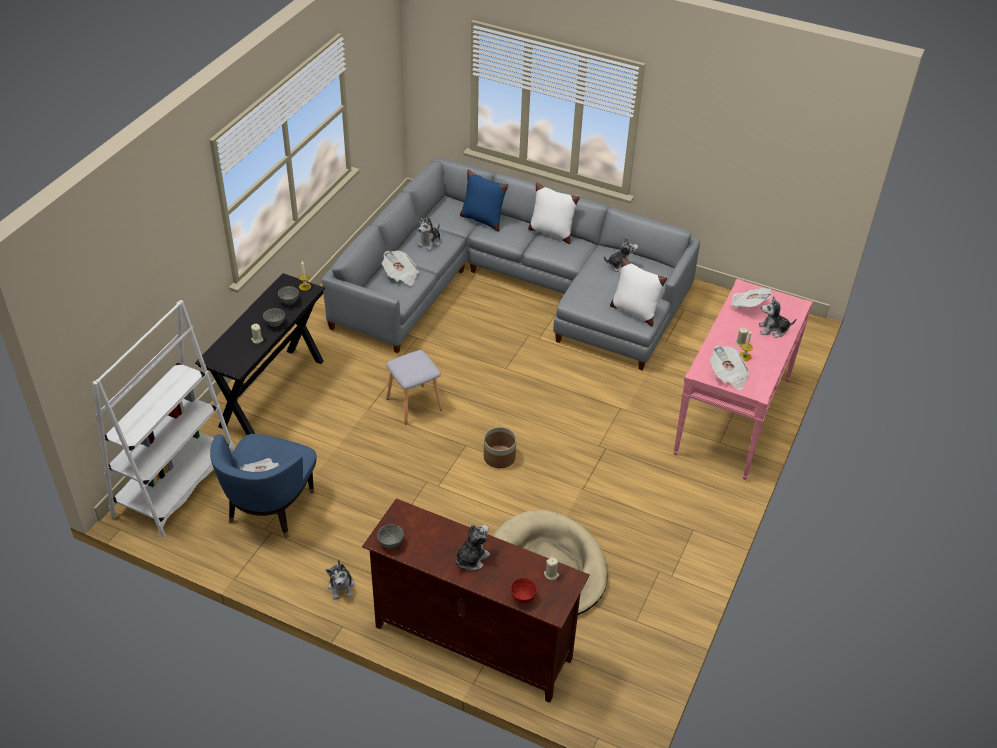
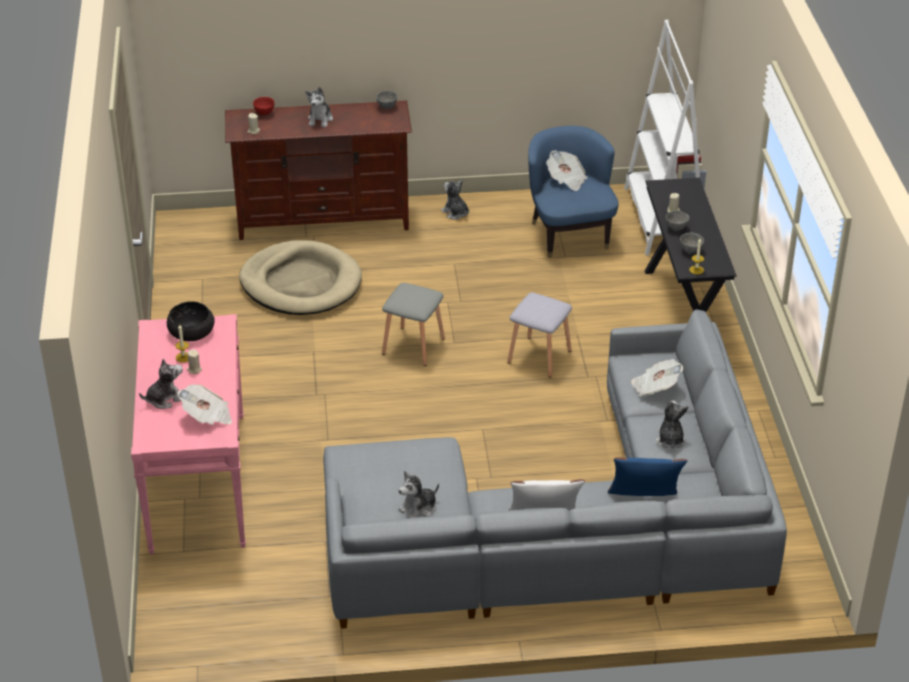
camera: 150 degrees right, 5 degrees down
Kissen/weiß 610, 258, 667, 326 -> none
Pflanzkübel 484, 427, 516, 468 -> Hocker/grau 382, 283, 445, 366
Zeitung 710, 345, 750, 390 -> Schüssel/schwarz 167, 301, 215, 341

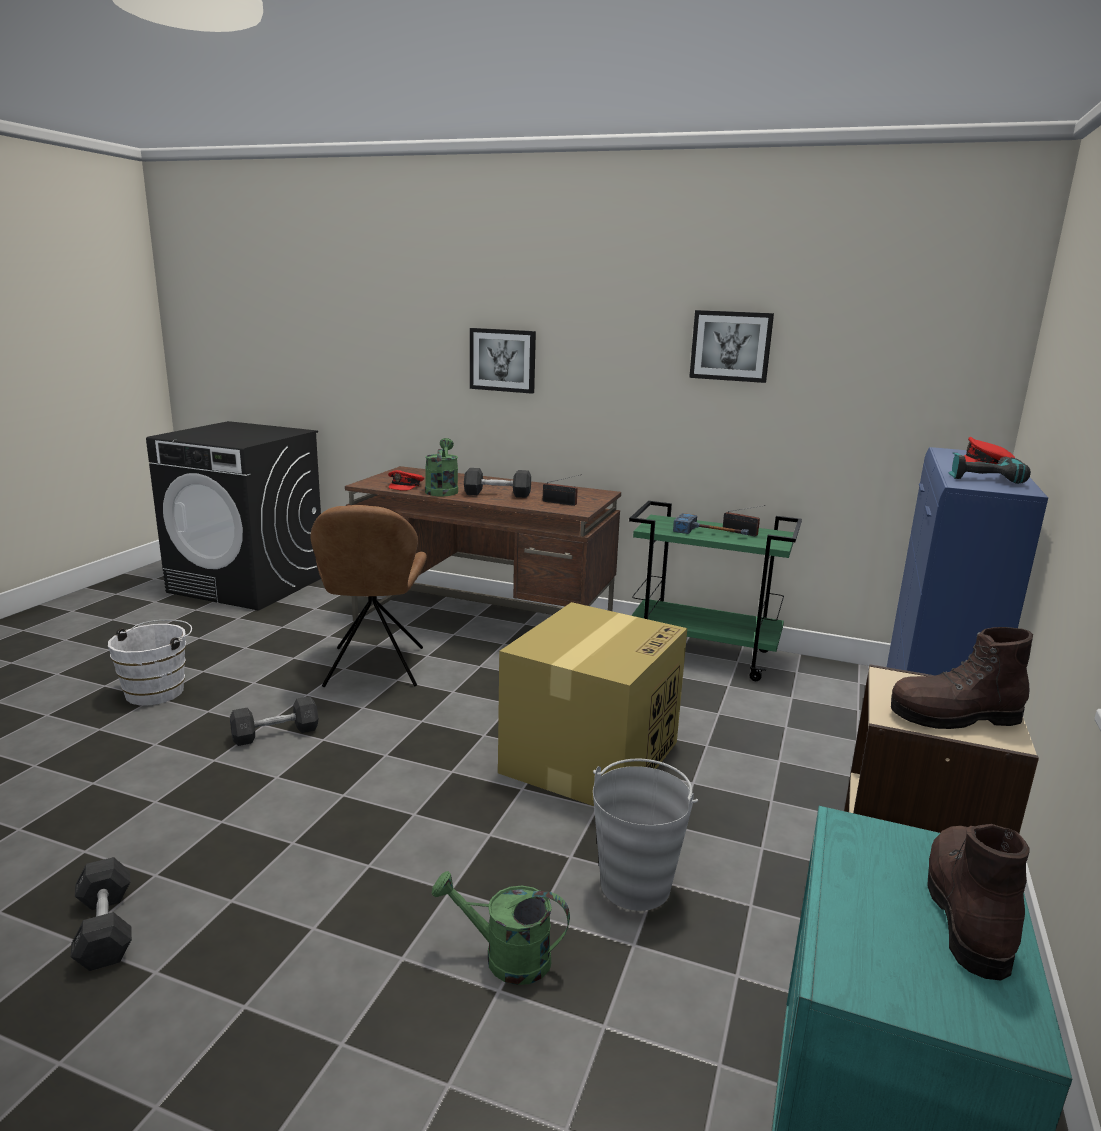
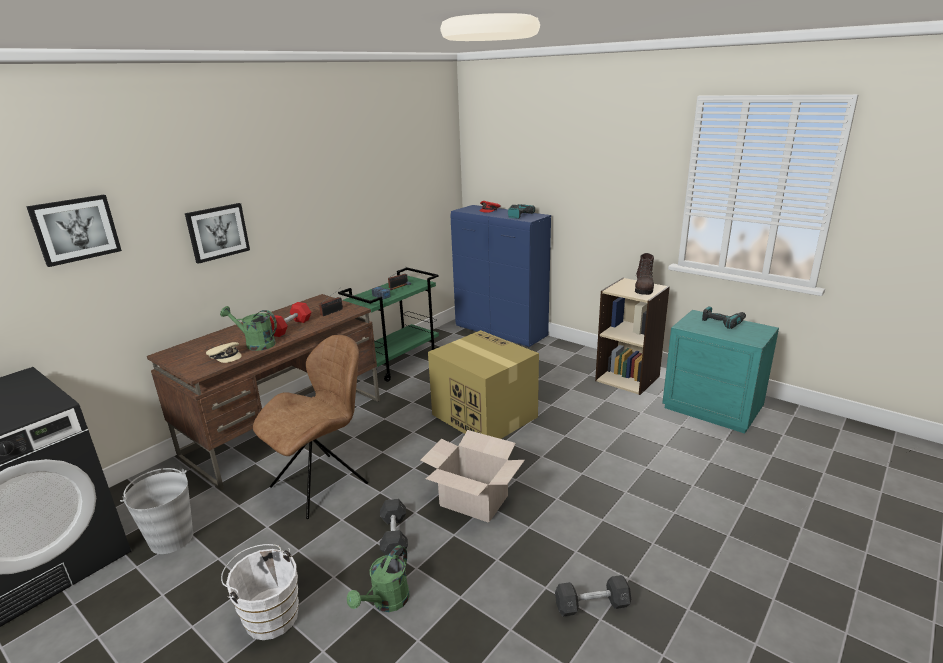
camera: 70 degrees left, 5 degrees up
none -> Karton 420, 430, 525, 523
Gießkanne/grün 432, 871, 570, 985 -> Gießkanne/grün 347, 545, 410, 612, moved
Eimer/grau 593, 759, 698, 911 -> Eimer/grau 120, 468, 193, 554, moved
Bild 689, 310, 774, 383 -> Bild 26, 195, 122, 267, moved
Stiefel/braun 927, 824, 1029, 980 -> Bohrmaschine 702, 306, 746, 329
Kappe/rot 388, 470, 424, 491 -> Kappe/beige 206, 342, 242, 363
Hantel/grau 464, 468, 531, 498 -> Hantel/rot 270, 302, 311, 337
Stuhl/braun 310, 505, 427, 687 -> Stuhl/braun 253, 335, 368, 519, 60 degrees counterclockwise

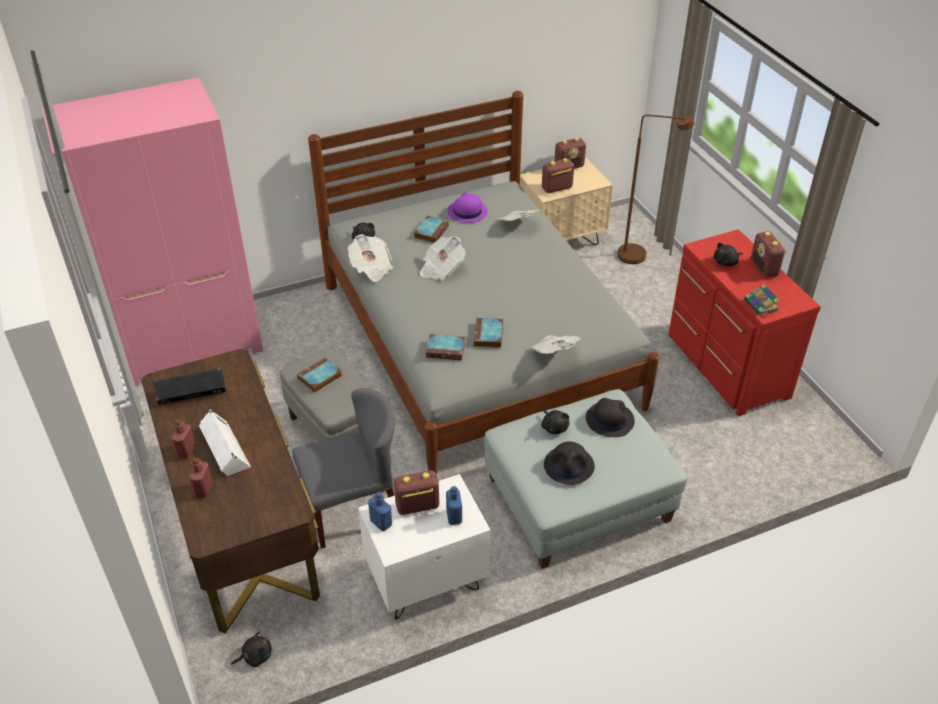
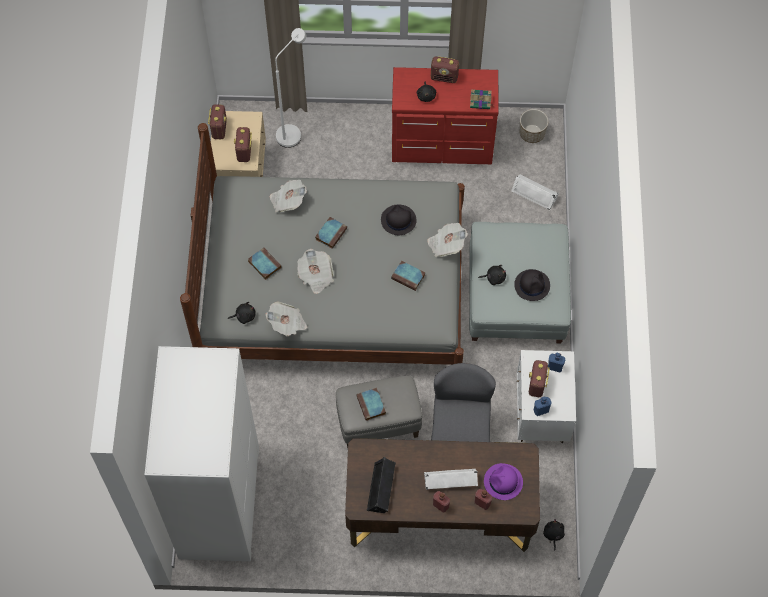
camera: 65 degrees left, 20 degrees up
none -> Lautsprecher/weiß 511, 174, 559, 210
none -> Pflanzkübel 520, 109, 548, 143
Buch 426, 334, 465, 360 -> Buch 315, 217, 347, 249, moved
Hut/lila 447, 192, 488, 223 -> Hut/lila 484, 463, 523, 500, moved
Hut/schwarz 586, 398, 635, 437 -> Hut/schwarz 381, 204, 416, 235, moved
Kleiderschrank/rosa 42, 77, 263, 386 -> Kleiderschrank/weiß 144, 346, 259, 561
Stehlampe/braun 618, 115, 695, 264 -> Stehlampe/weiß 275, 28, 306, 148

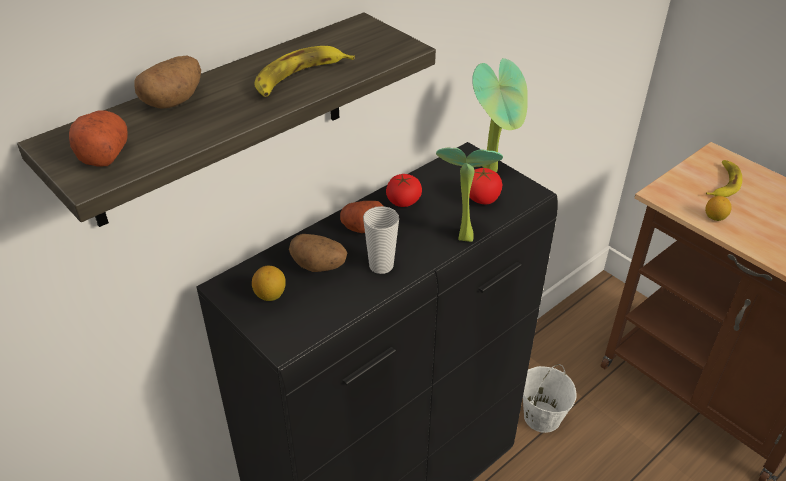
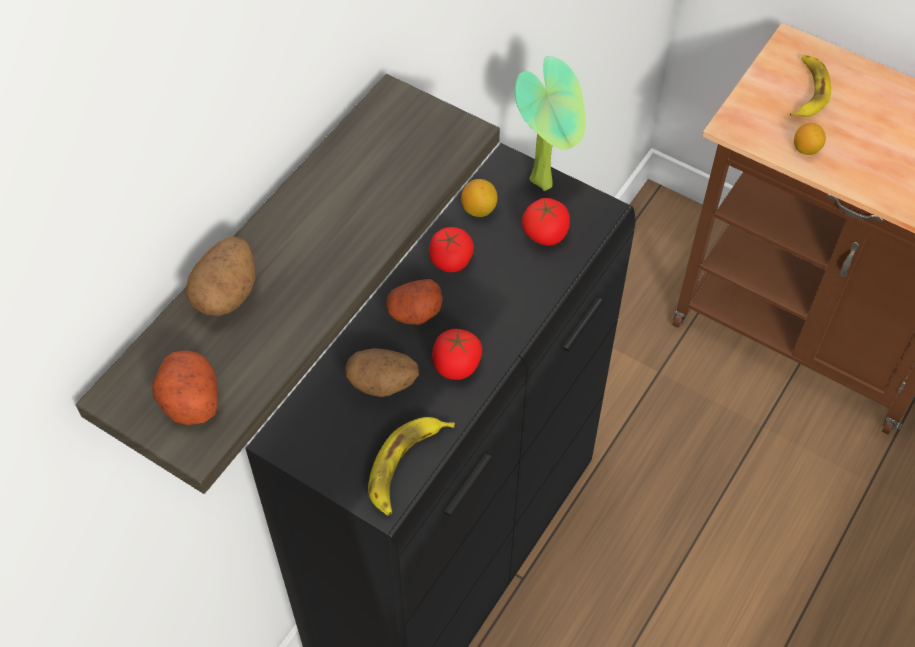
camera: 15 degrees left, 15 degrees up
Topfpflanze 436, 148, 503, 242 -> none
Eimer/weiß 523, 364, 577, 433 -> none
Zitrone 252, 266, 286, 301 -> Zitrone 461, 179, 498, 217, moved
Banane 254, 46, 355, 97 -> Banane 368, 417, 455, 516, moved
Tasse 363, 206, 399, 274 -> Tomate 432, 329, 482, 380

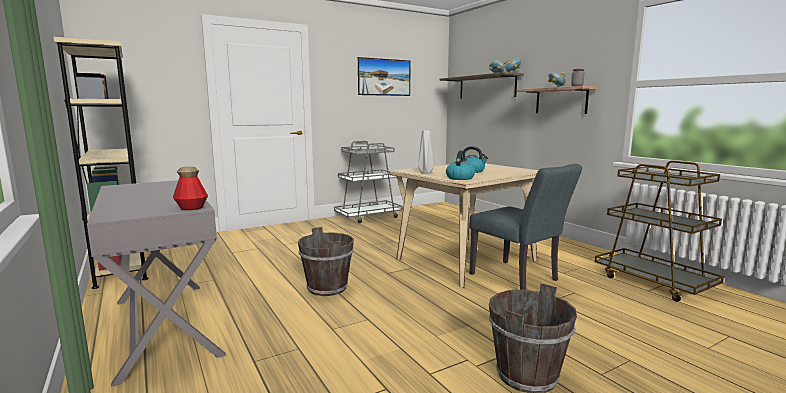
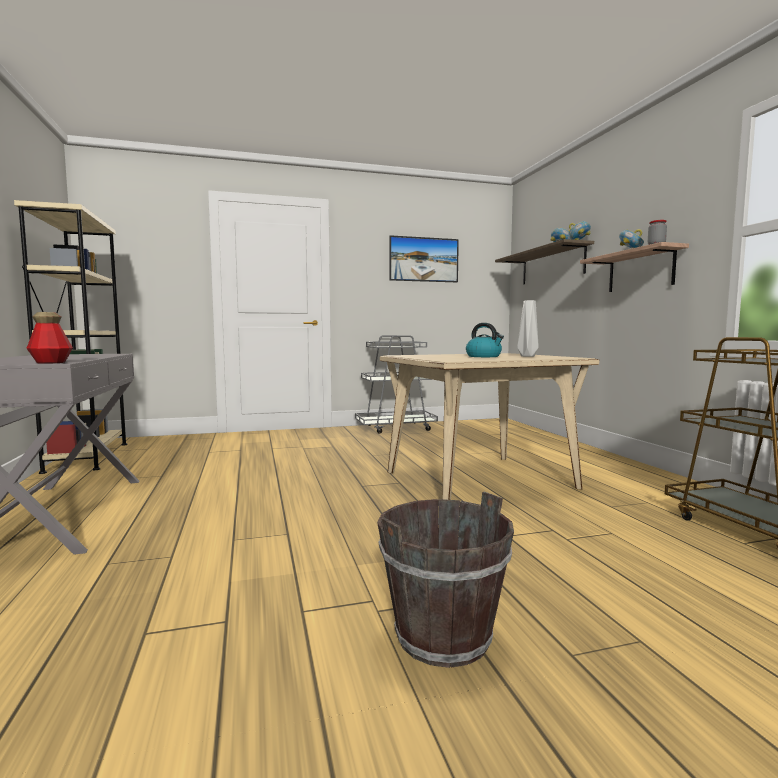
camera: 15 degrees right, 5 degrees down
Eimer/braun 298, 227, 354, 296 -> none
Wasserkessel 446, 150, 475, 180 -> none
Stuhl/grau 469, 164, 582, 294 -> none
Vase/grau 418, 130, 434, 174 -> Vase/grau 517, 300, 539, 357, moved

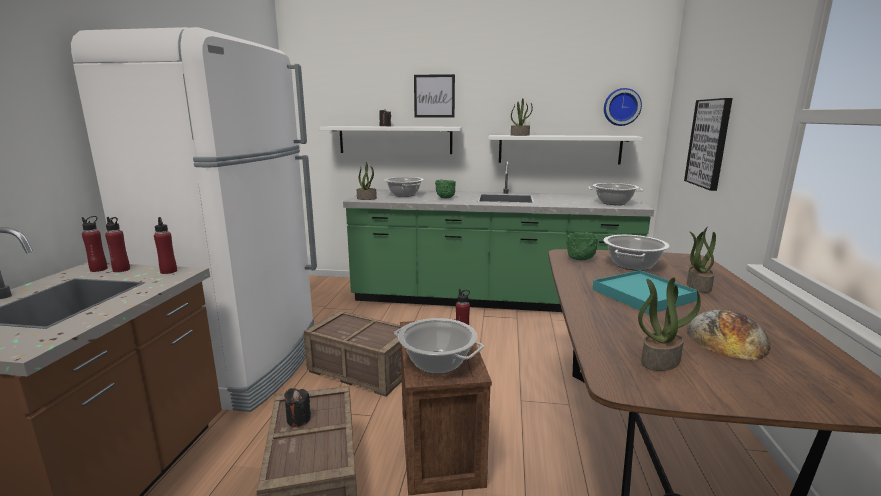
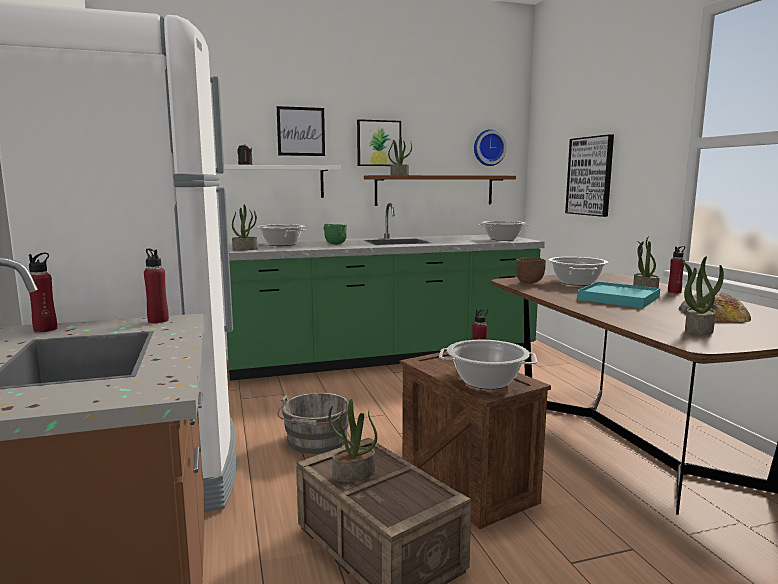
camera: 25 degrees left, 5 degrees down
none -> Bild 357, 119, 401, 166
Flasche/rot 105, 217, 130, 272 -> Flasche/rot 668, 246, 685, 293, moved
Kerze/schwarz 284, 388, 311, 427 -> Topfpflanze 328, 399, 377, 482
Kiste 304, 311, 402, 397 -> Eimer/grau 277, 392, 349, 454
Wandregal/weiß 488, 135, 643, 164 -> Wandregal/braun 364, 175, 516, 206
Schüssel/grün 566, 232, 598, 260 -> Schüssel/braun 516, 257, 546, 284

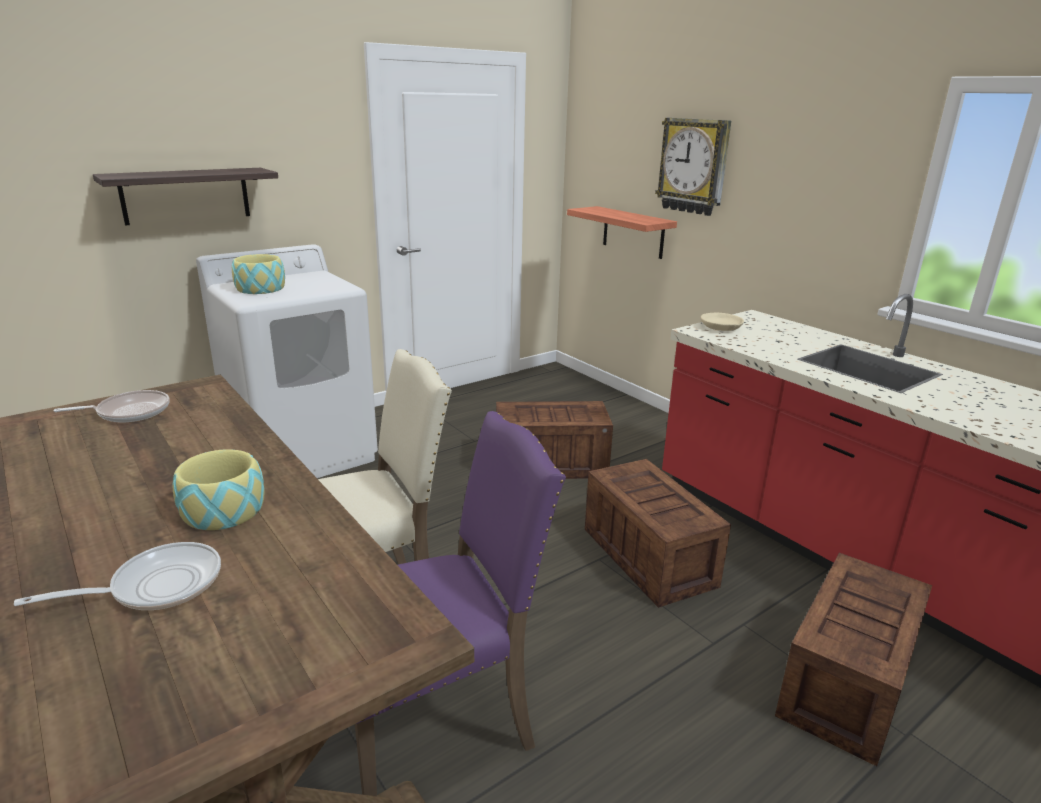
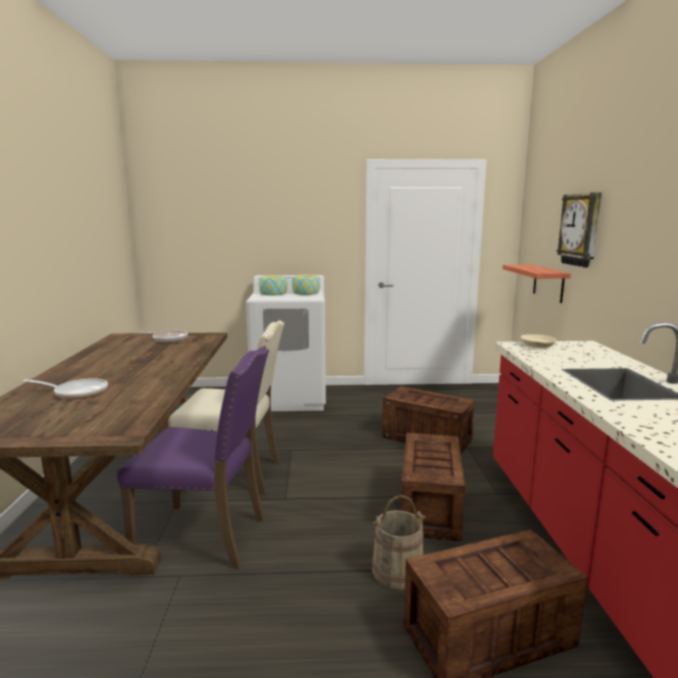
camera: 35 degrees right, 10 degrees down
Wandregal 93, 168, 278, 226 -> none
none -> Eimer/beige 372, 495, 426, 590
Schüssel 172, 449, 264, 530 -> Schüssel 292, 275, 320, 295, moved

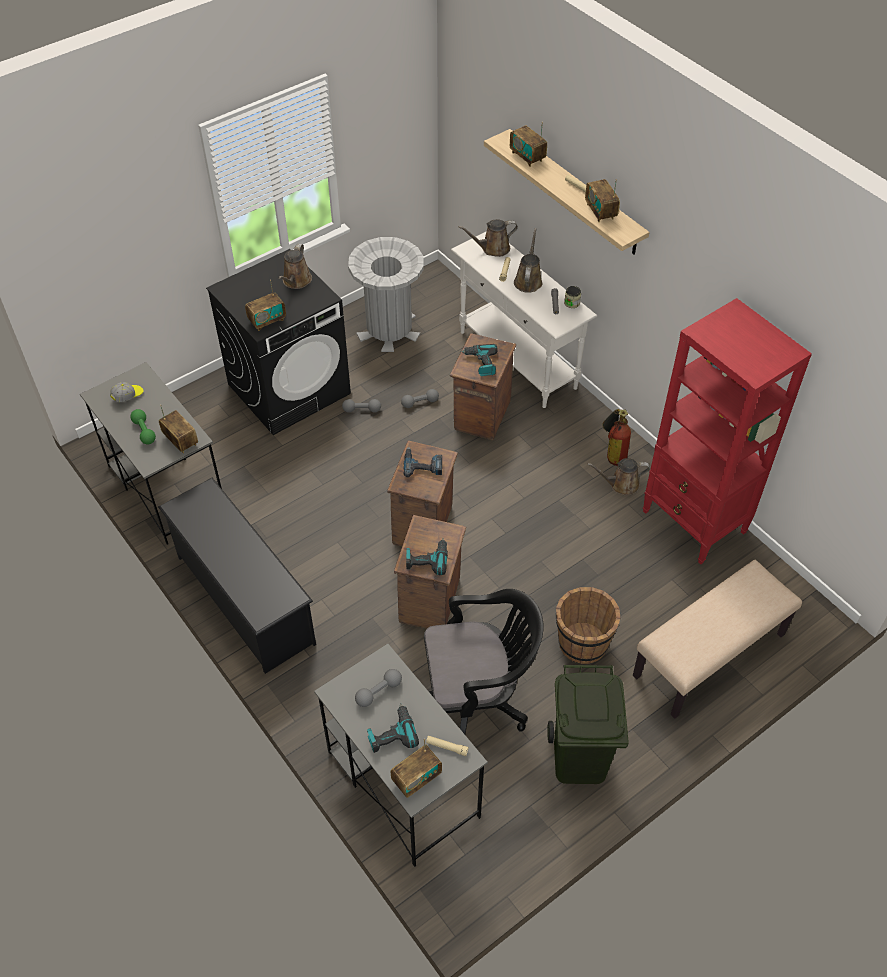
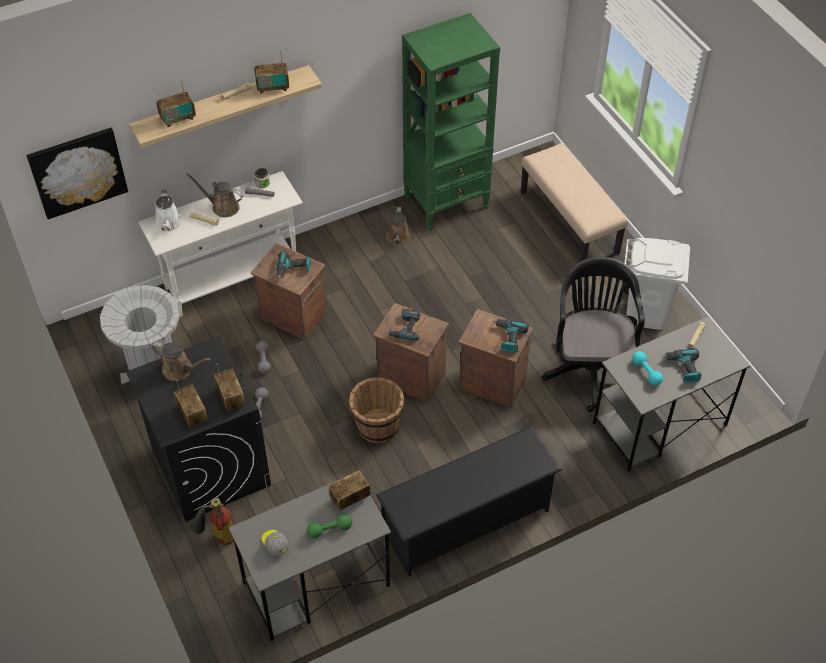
camera: 80 degrees left, 0 degrees up
none -> Bild 27, 128, 128, 219
Radio 391, 739, 442, 798 -> Radio 174, 380, 208, 428, moved
Eimer/braun 556, 587, 621, 664 -> Eimer/braun 349, 377, 404, 444, moved
Feuerlöscher 602, 409, 631, 466 -> Feuerlöscher 190, 498, 234, 545, moved
Hantel/grau 355, 669, 402, 707 -> Hantel/türkis 632, 351, 663, 385
Gießkanne/braun 458, 219, 518, 257 -> Gießkanne/weiß 155, 190, 183, 232
Mülleimer/grün 547, 665, 629, 784 -> Mülleimer/weiß 624, 238, 690, 330
Bücherregal/rot 643, 298, 812, 564 -> Bücherregal/grün 402, 13, 500, 231

